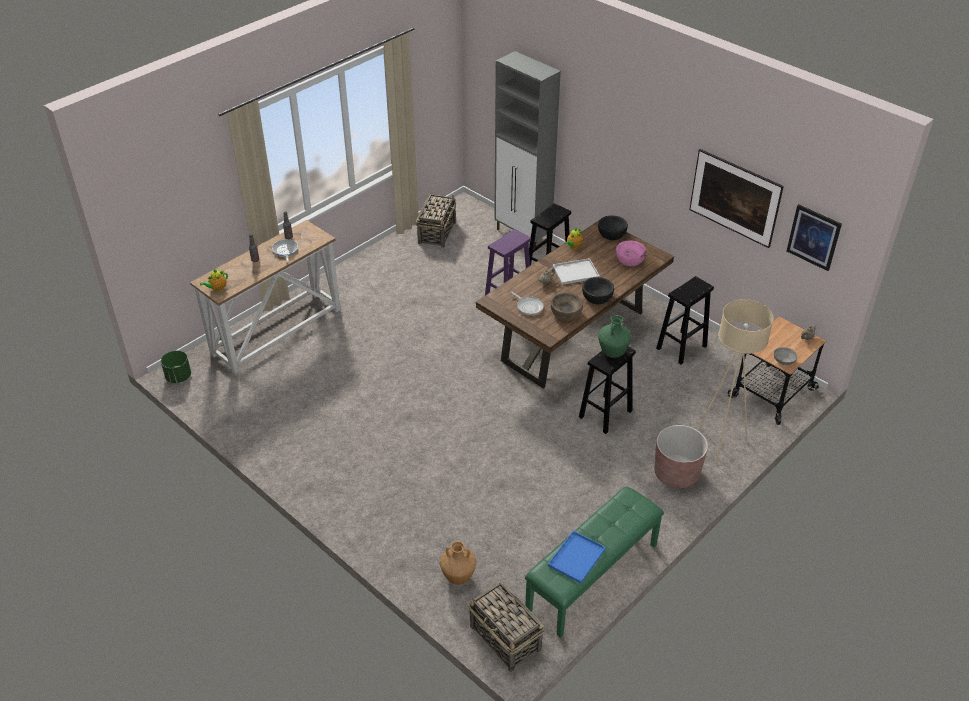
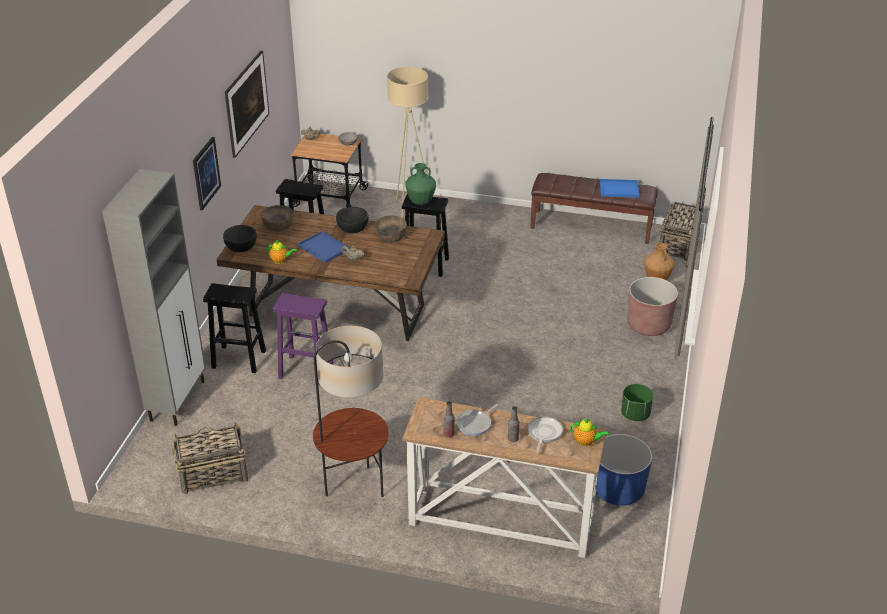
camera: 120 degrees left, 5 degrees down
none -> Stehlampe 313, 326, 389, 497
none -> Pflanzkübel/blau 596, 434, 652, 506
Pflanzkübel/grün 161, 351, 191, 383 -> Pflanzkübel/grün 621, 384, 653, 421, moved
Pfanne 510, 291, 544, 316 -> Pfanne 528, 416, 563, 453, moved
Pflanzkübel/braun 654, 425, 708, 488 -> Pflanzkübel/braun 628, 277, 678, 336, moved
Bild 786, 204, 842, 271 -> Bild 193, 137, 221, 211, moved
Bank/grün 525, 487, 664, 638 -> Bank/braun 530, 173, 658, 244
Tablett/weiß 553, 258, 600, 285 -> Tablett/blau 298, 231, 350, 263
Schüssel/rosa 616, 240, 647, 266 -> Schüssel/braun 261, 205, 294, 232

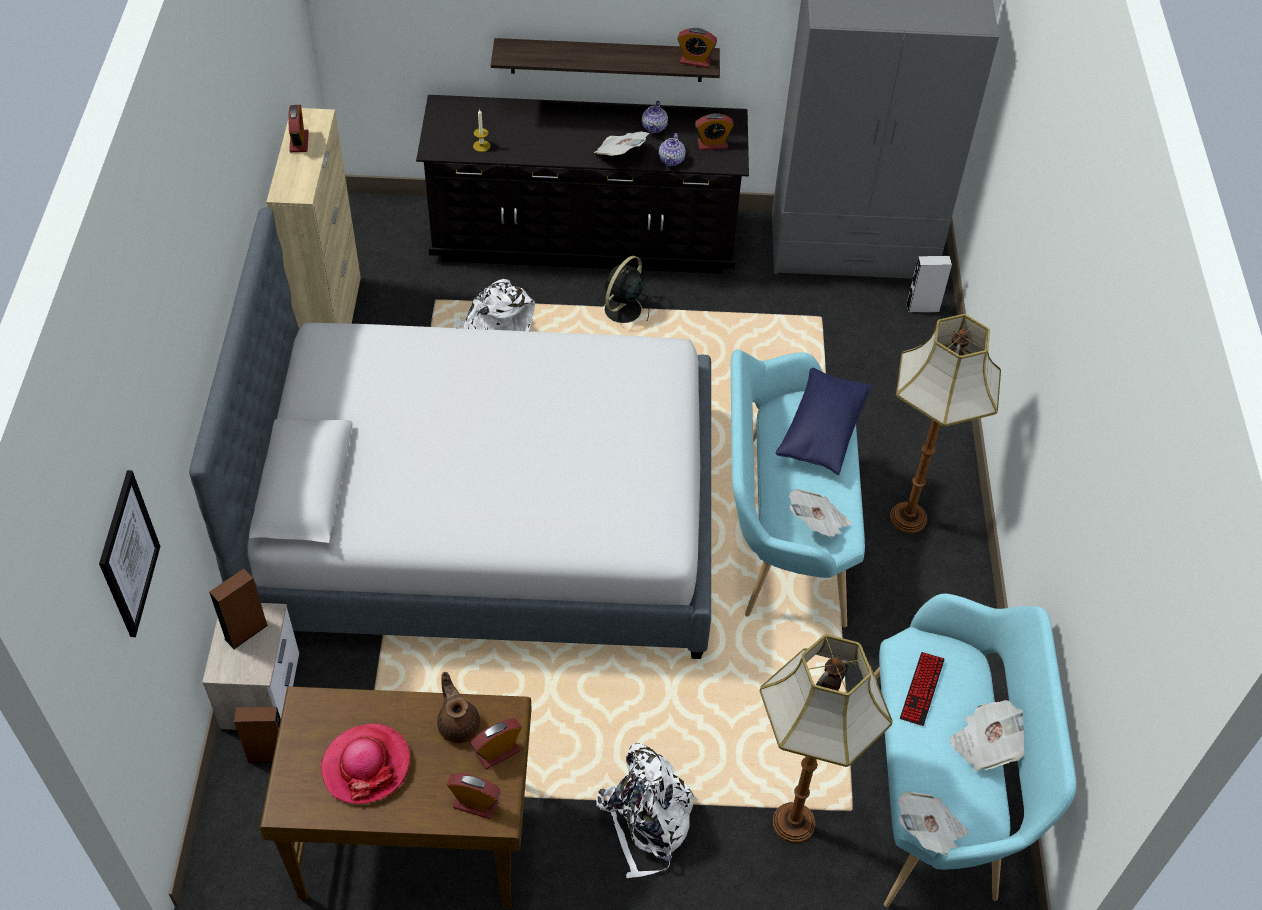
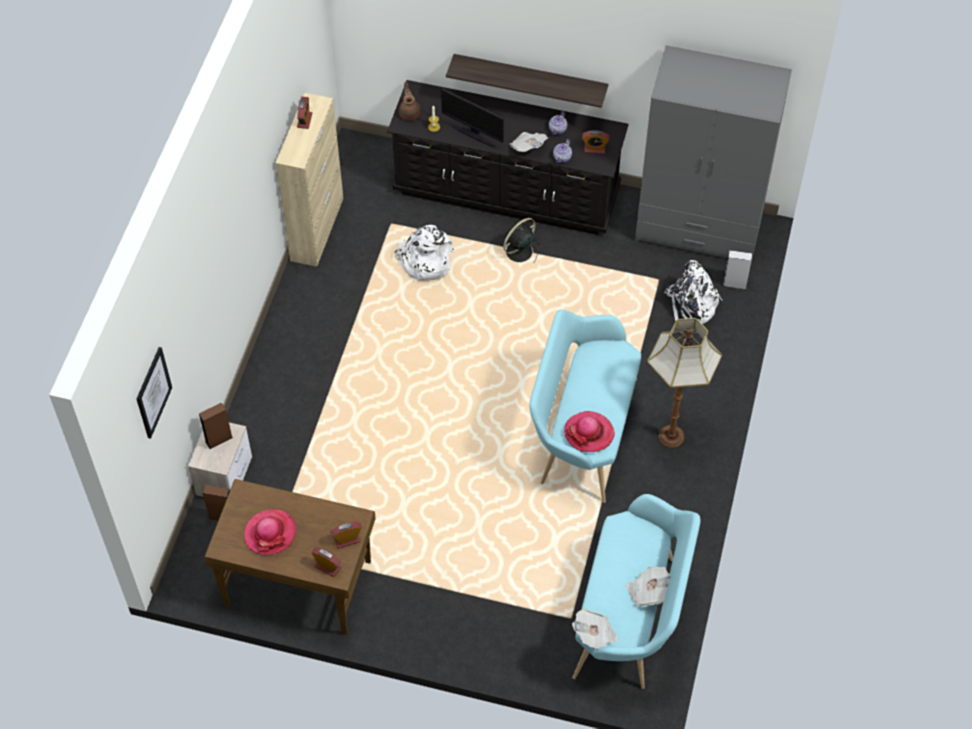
camera: 15 degrees right, 5 degrees up
Bett 189, 207, 711, 659 -> none
Wecker 677, 28, 717, 68 -> none
Stehlampe 760, 634, 893, 843 -> none
Kissen/blau 775, 368, 872, 475 -> none
Tastatur 900, 652, 945, 726 -> none
none -> Monitor 441, 88, 504, 147
Teekanne/braun 437, 672, 480, 743 -> Teekanne/braun 399, 82, 421, 121, moved
Rucksack/weiß 596, 743, 699, 878 -> Rucksack/weiß 665, 260, 723, 333, moved
Zeitung 789, 489, 851, 538 -> Hut 564, 411, 615, 452

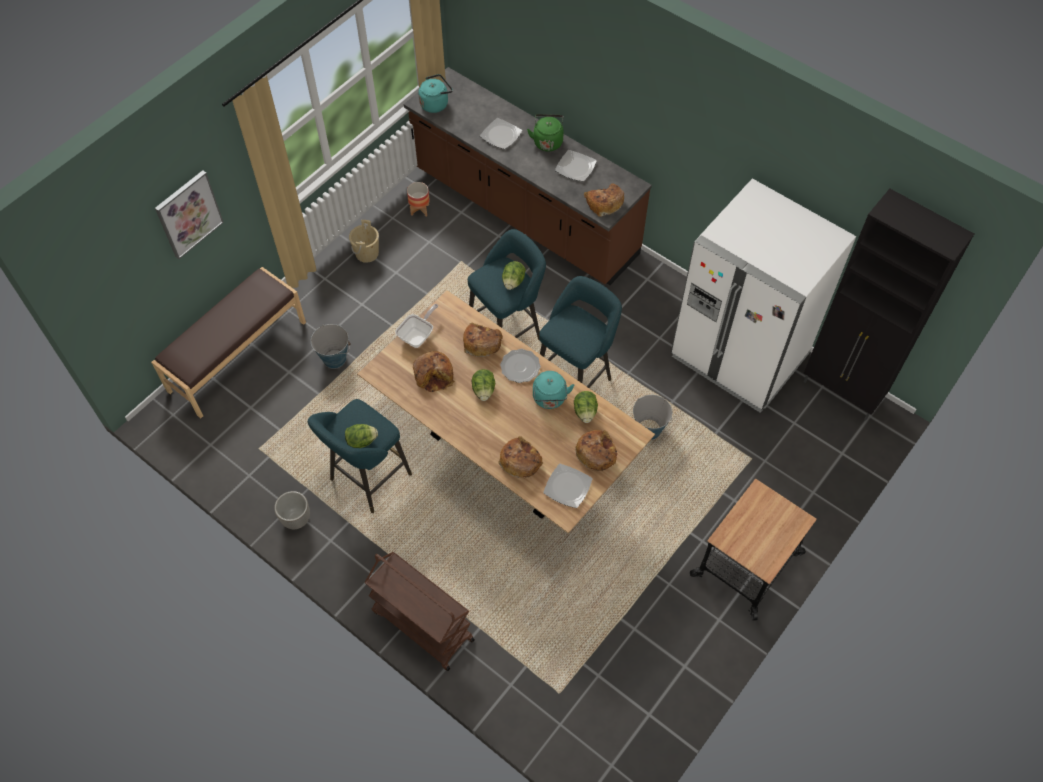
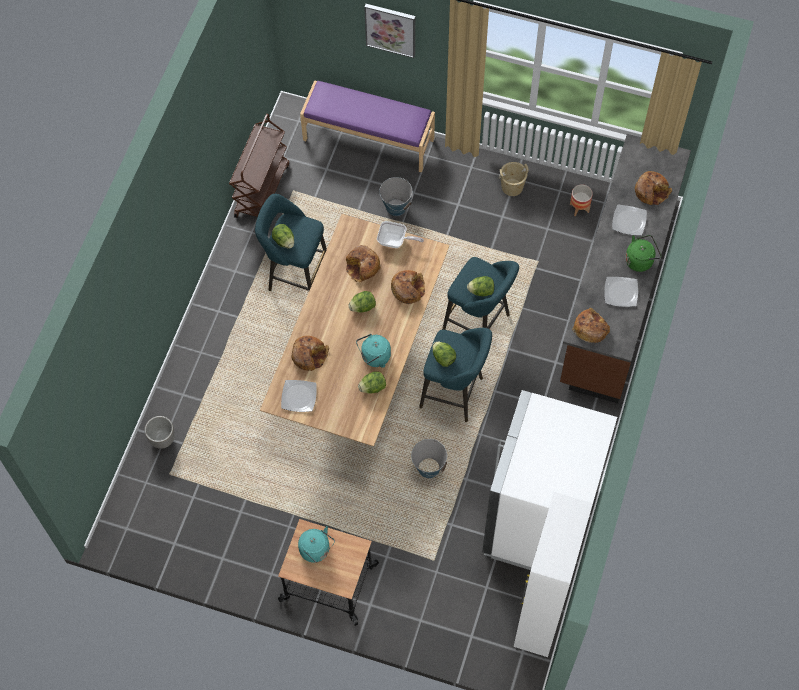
camera: 70 degrees right, 5 degrees up
Teller 500, 349, 541, 383 -> none
none -> Salatkopf 432, 341, 456, 367
Pflanzkübel 274, 491, 310, 529 -> Pflanzkübel 145, 416, 175, 449, moved
Rollwagen/braun 365, 552, 475, 671 -> Rollwagen/braun 229, 114, 289, 218, moved
Wasserkessel/türkis 418, 74, 453, 113 -> Wasserkessel/türkis 298, 526, 335, 563, moved
Brot 575, 430, 618, 471 -> Brot 635, 171, 672, 205, moved
Bank/braun 151, 267, 306, 418 -> Bank/lila 300, 80, 435, 172
Schrank/schwarz 803, 188, 974, 420 -> Schrank/weiß 514, 492, 593, 659

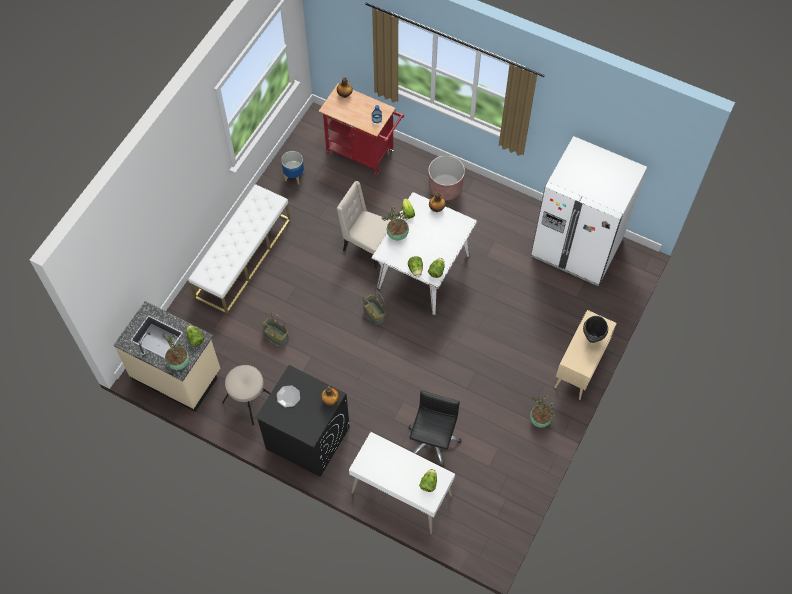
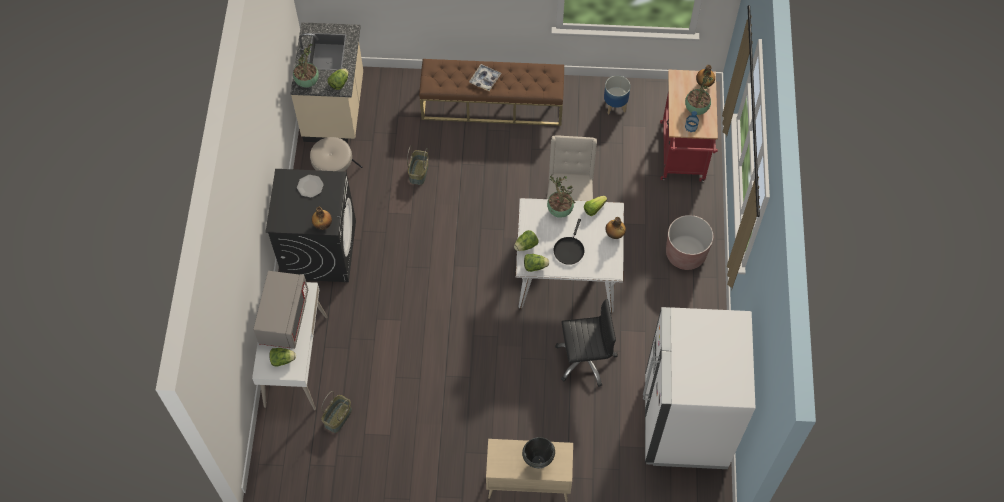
camera: 65 degrees right, 0 degrees up
none -> Mikrowelle/grau 253, 271, 308, 349
none -> Tablett 469, 64, 502, 91
none -> Pfanne/schwarz 554, 219, 584, 265
Korb 362, 290, 386, 325 -> Korb 321, 391, 352, 433, moved
Bürostuhl/schwarz 408, 391, 461, 467 -> Bürostuhl/schwarz 555, 299, 618, 387, moved
Topfpflanze 530, 394, 555, 428 -> Topfpflanze 685, 71, 713, 115, moved
Bank/weiß 188, 184, 291, 314 -> Bank/braun 419, 59, 564, 126

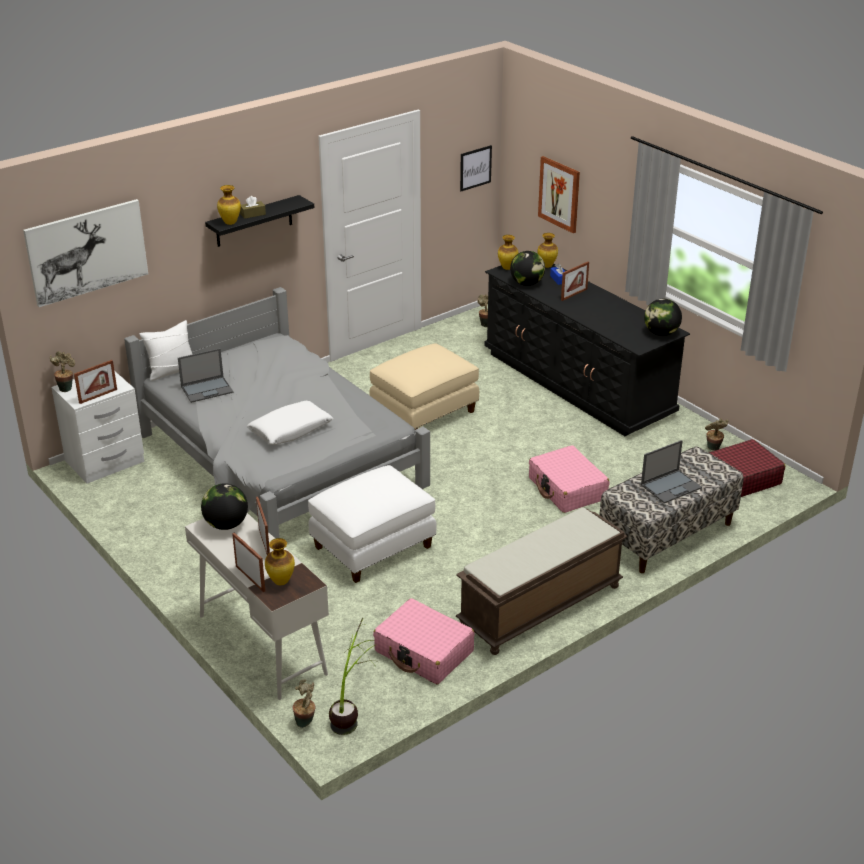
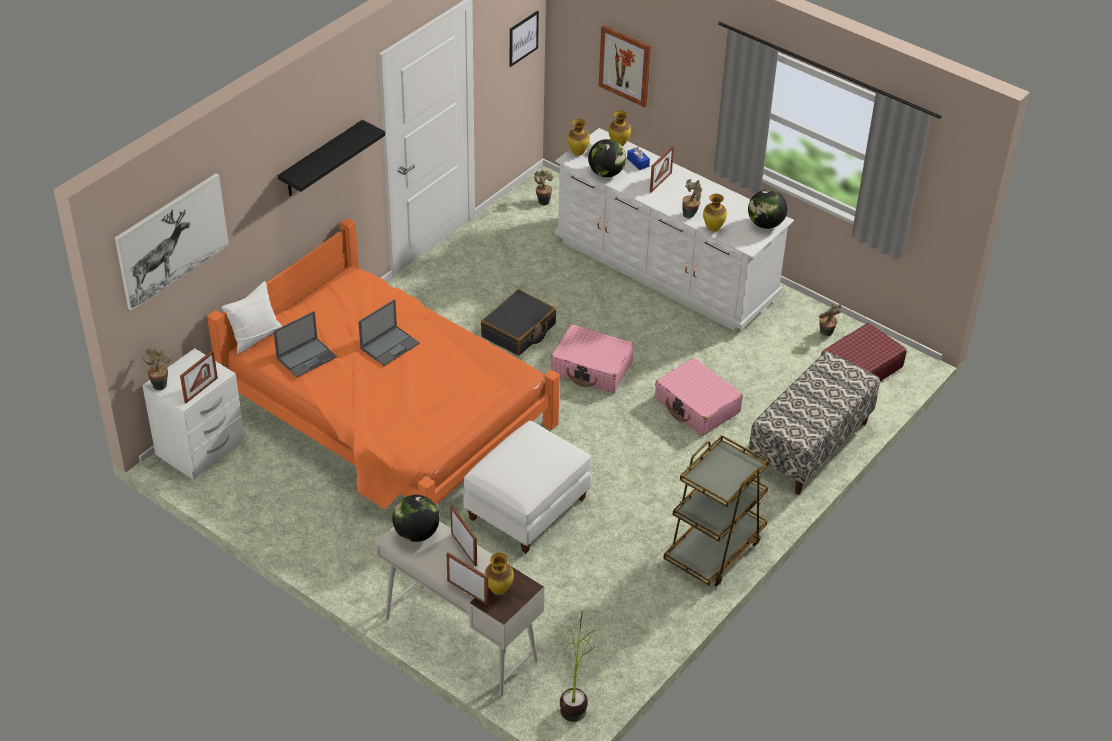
camera: 15 degrees left, 10 degrees up
Taschentuchbox/braun 240, 196, 266, 219 -> none
Kissen/weiß 247, 401, 333, 445 -> none
Vase 217, 185, 241, 225 -> Vase 703, 194, 727, 232, moved
Topfpflanze 292, 679, 315, 728 -> Topfpflanze 682, 179, 702, 218, moved
Koffer/rosa 373, 598, 475, 684 -> Koffer/rosa 551, 324, 634, 393, moved
Laptop 641, 440, 702, 503 -> Laptop 358, 299, 420, 366, moved
Polsterhocker/beige 369, 343, 479, 430 -> Koffer/schwarz 481, 289, 556, 356
Bank/braun 456, 508, 628, 655 -> Rollwagen/braun 663, 435, 769, 587
Bett/grau 124, 287, 430, 539 -> Bett/orange 207, 218, 560, 510
Kommode/schwarz 484, 264, 690, 436 -> Kommode/weiß 555, 128, 794, 331

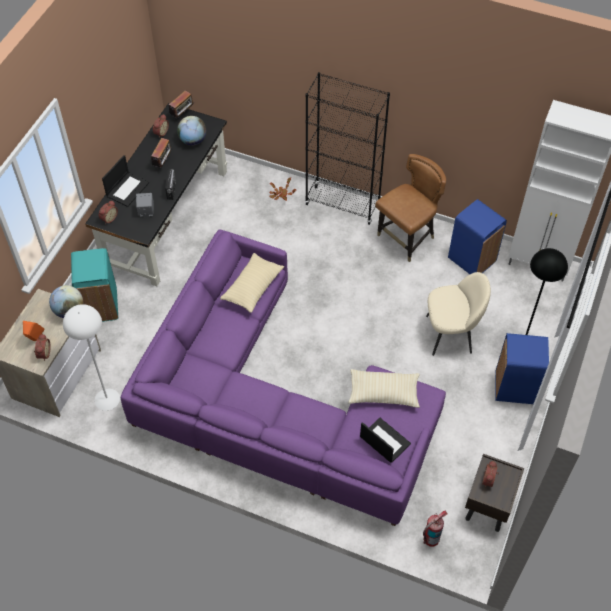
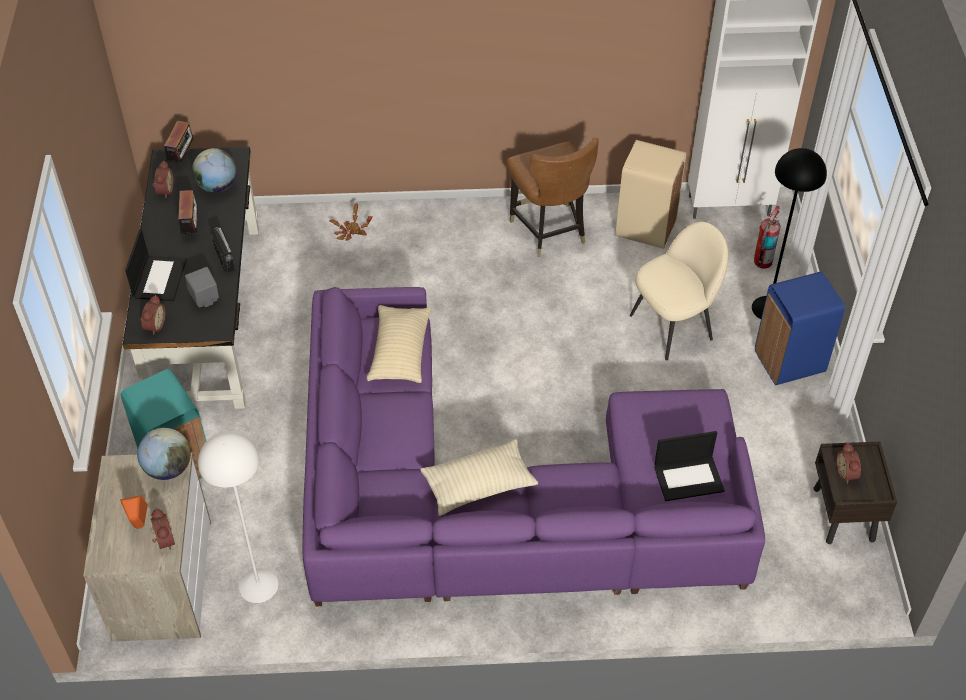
camera: 25 degrees left, 5 degrees down
Bücherregal/schwarz 305, 72, 390, 225 -> none
Kissen/beige 348, 369, 420, 408 -> Kissen/beige 420, 439, 538, 516, moved
Feuerlöscher 423, 511, 448, 547 -> Feuerlöscher 754, 206, 780, 269, moved
Mülleimer/blau 448, 199, 507, 274 -> Mülleimer/beige 616, 140, 686, 249
Laptop 360, 418, 411, 463 -> Laptop 654, 431, 725, 501, 150 degrees clockwise
Stuhl/braun 375, 154, 446, 262 -> Stuhl/braun 506, 137, 599, 257, 135 degrees clockwise

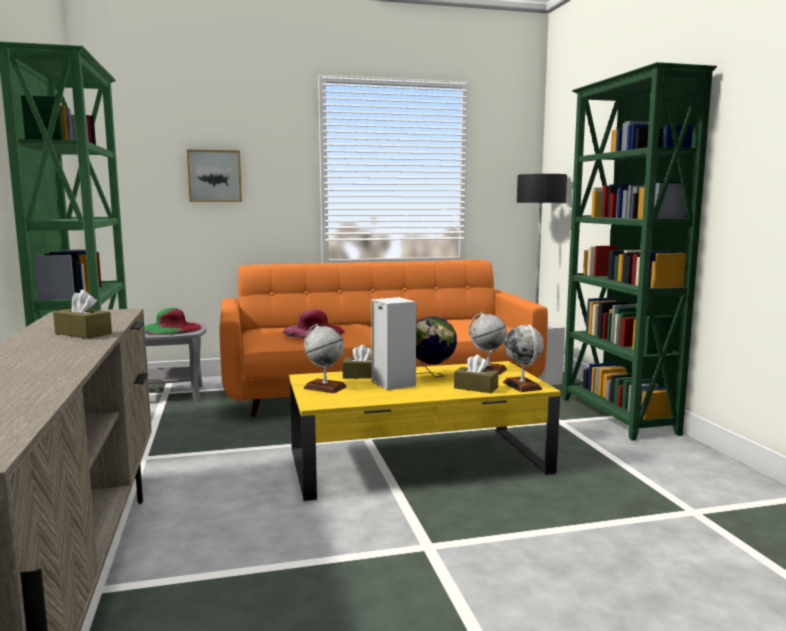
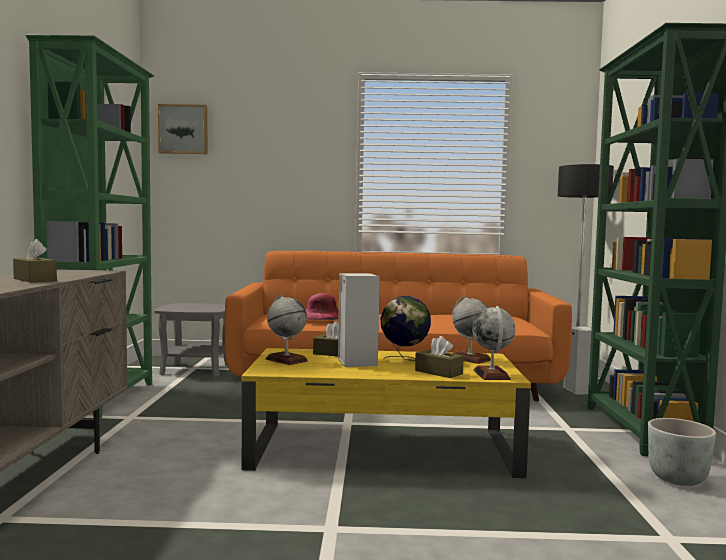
camera: 15 degrees right, 5 degrees down
Hut/grün 144, 308, 202, 335 -> none
none -> Pflanzkübel/grau 648, 418, 716, 486
Bild 187, 149, 242, 202 -> Bild 158, 104, 207, 154, moved

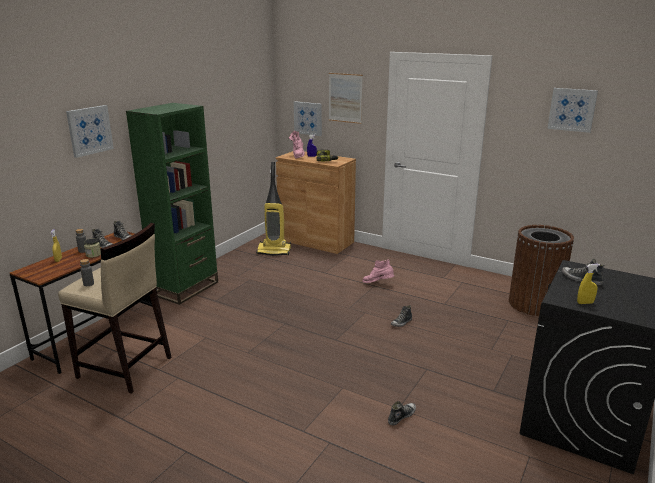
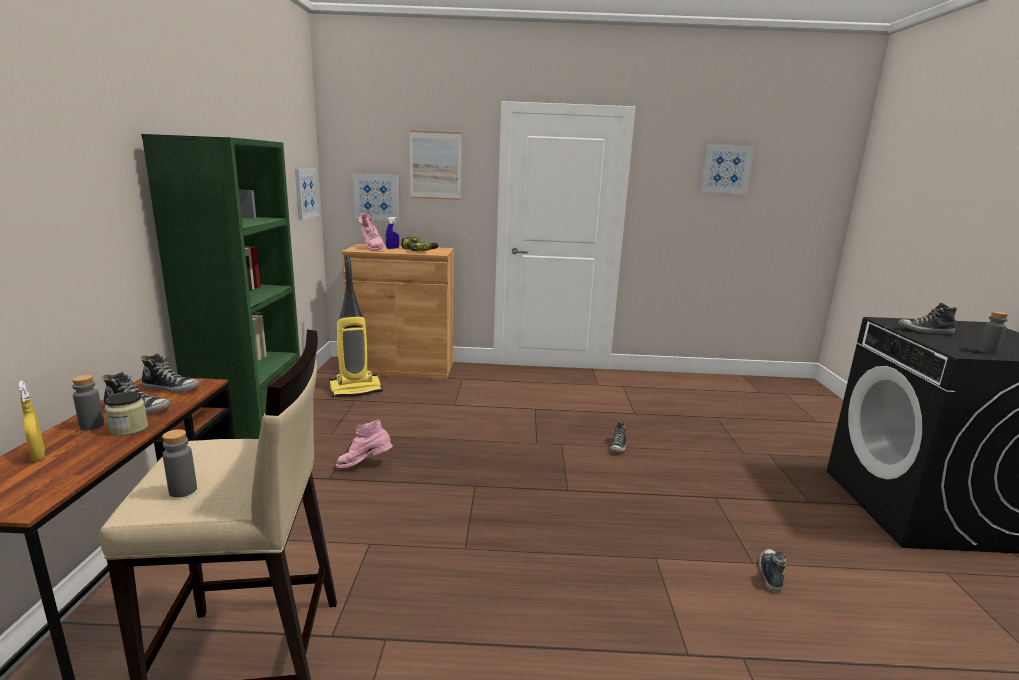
camera: 30 degrees left, 5 degrees down
Mülleimer/braun 509, 225, 574, 316 -> none
Bild 66, 105, 114, 158 -> Bild 295, 169, 319, 220, moved
Stiefel/rosa 362, 259, 394, 283 -> Stiefel/rosa 336, 419, 393, 468, moved
Sprühflasche/gelb 577, 264, 600, 304 -> Flasche/grau 978, 311, 1008, 354

